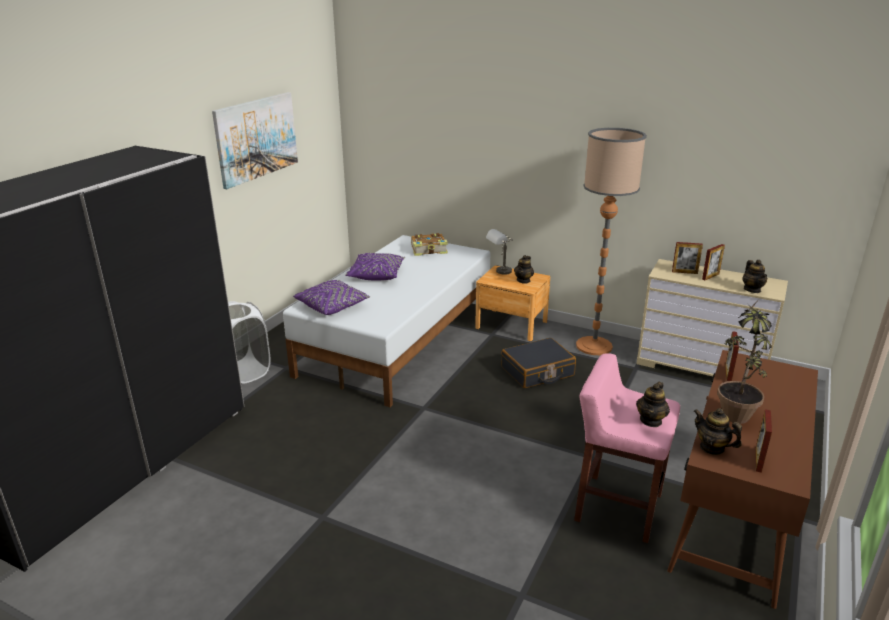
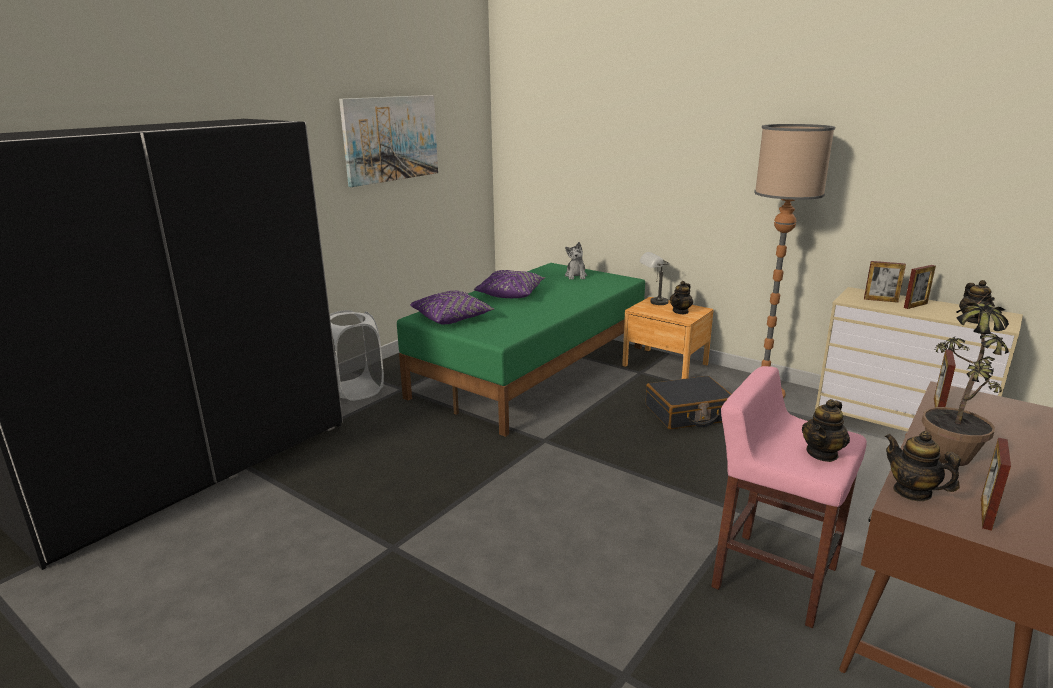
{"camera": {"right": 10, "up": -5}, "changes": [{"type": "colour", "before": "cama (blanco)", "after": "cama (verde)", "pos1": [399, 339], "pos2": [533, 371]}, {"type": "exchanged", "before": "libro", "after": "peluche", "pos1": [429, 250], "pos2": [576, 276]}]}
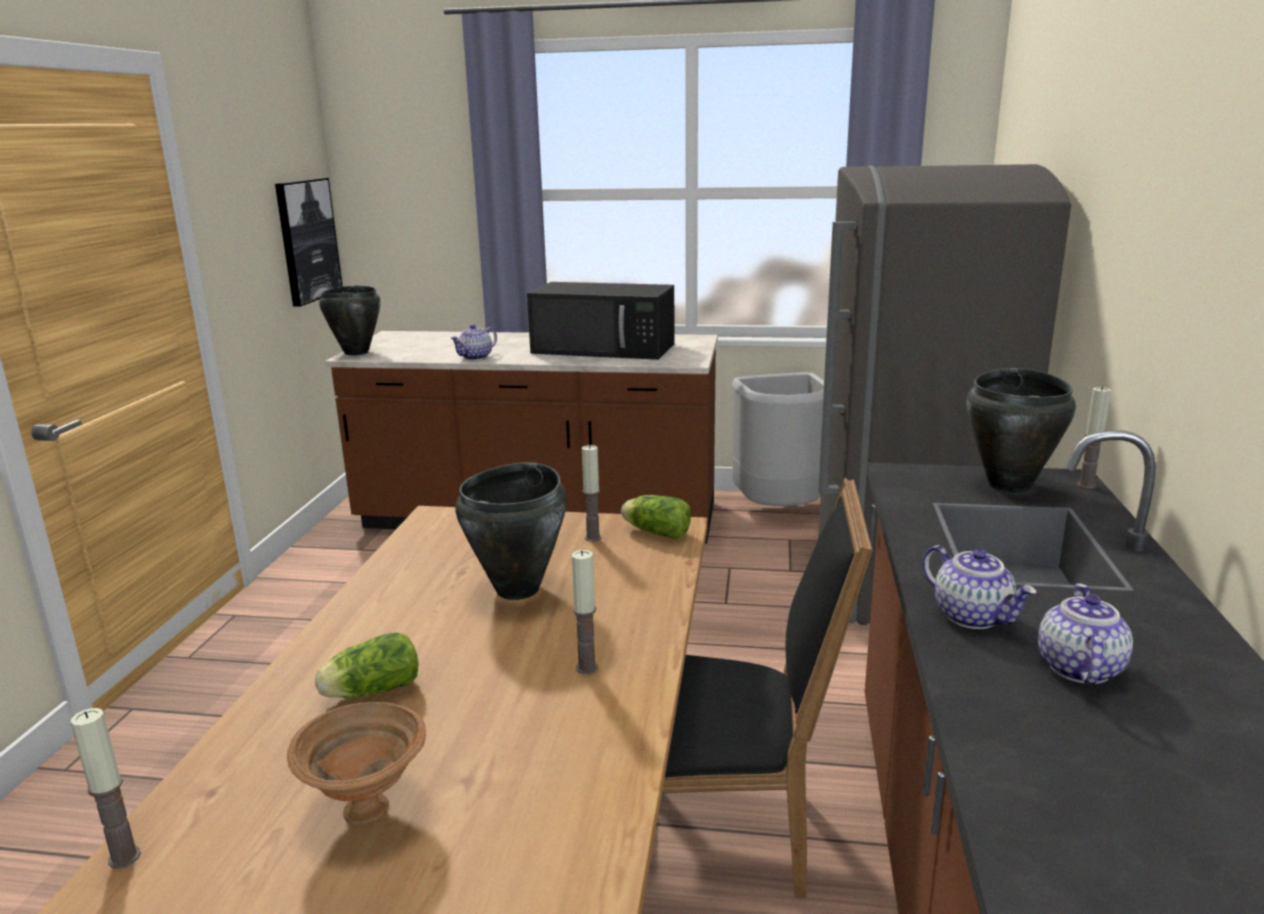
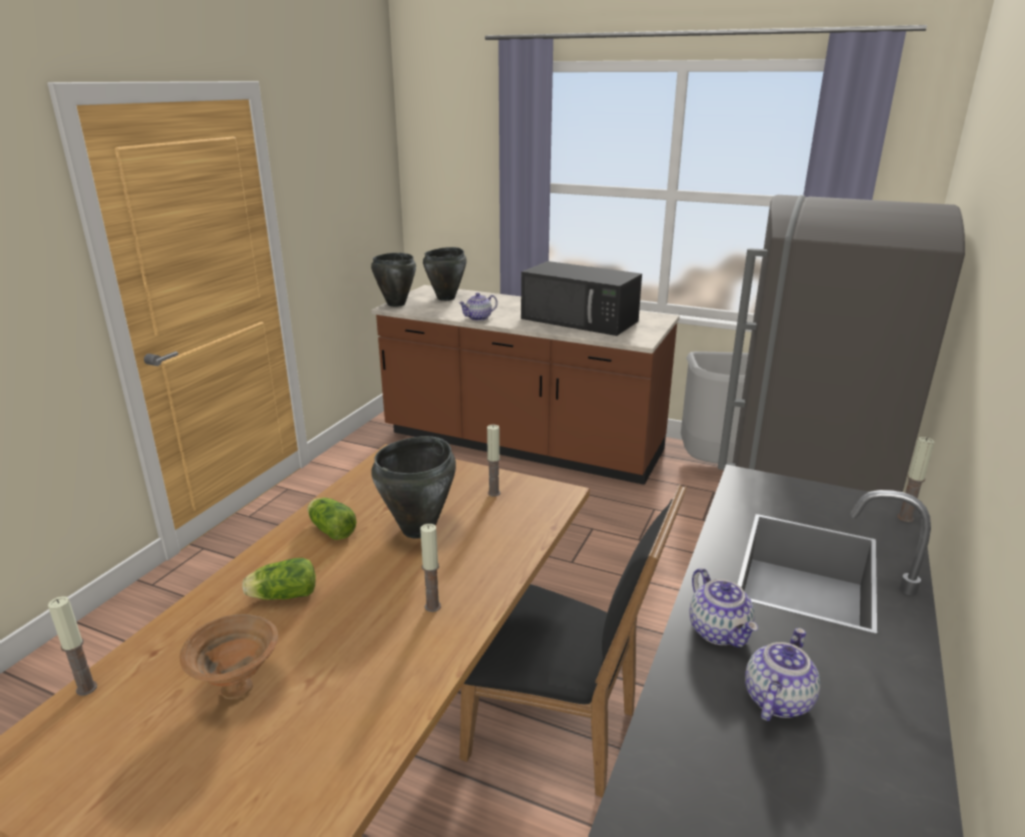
{"camera": {"right": 15, "up": 5}, "changes": [{"type": "relocated", "before": "lechuga", "pos1": [655, 532], "pos2": [330, 529]}, {"type": "relocated", "before": "olla (negro)", "pos1": [1010, 485], "pos2": [446, 298]}, {"type": "missing", "before": "cuadro", "pos1": [307, 240]}]}
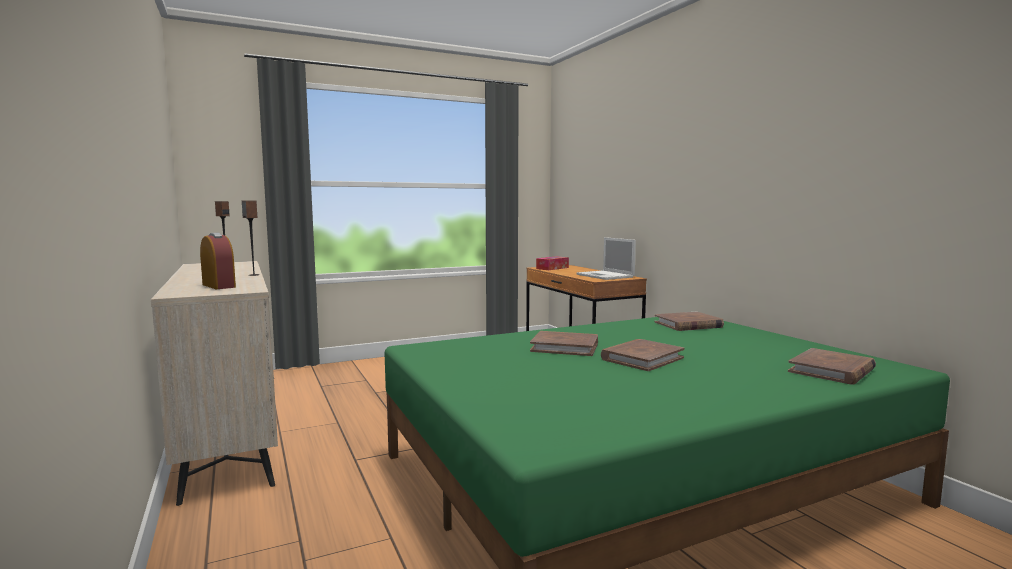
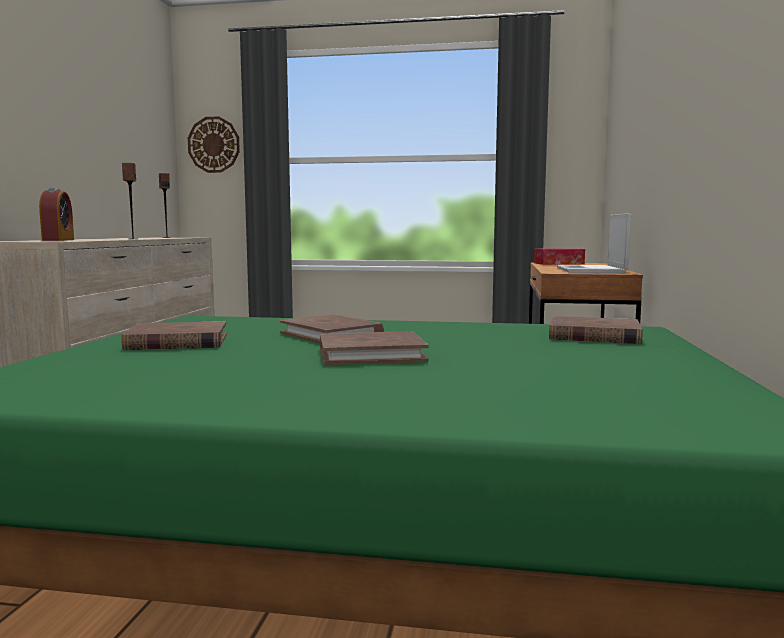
{"camera": {"right": 35, "up": 0}, "changes": [{"type": "relocated", "before": "libro (marrón)", "pos1": [831, 370], "pos2": [177, 342]}, {"type": "appeared", "after": "reloj de pared", "pos2": [214, 145]}]}
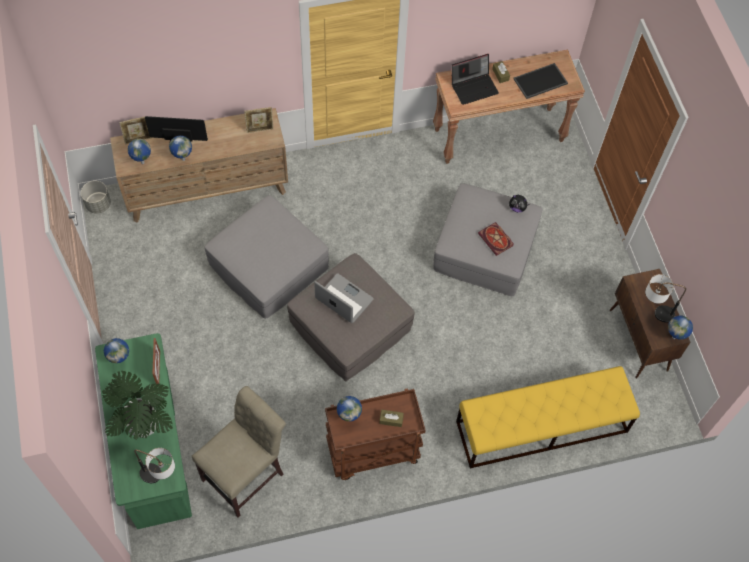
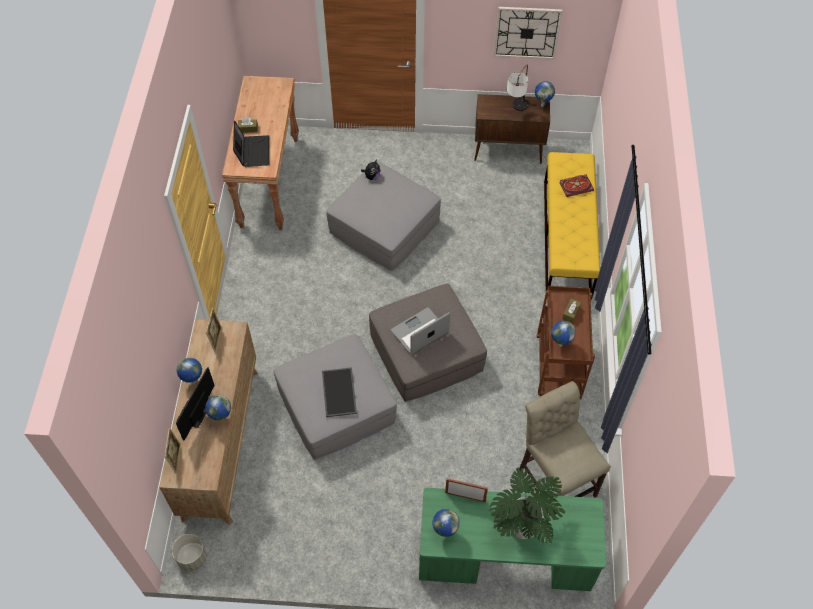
{"camera": {"right": -70, "up": -5}, "changes": [{"type": "relocated", "before": "globo terráqueo", "pos1": [142, 162], "pos2": [193, 382]}, {"type": "relocated", "before": "bandeja", "pos1": [540, 82], "pos2": [340, 392]}, {"type": "appeared", "after": "reloj de pared", "pos2": [527, 32]}, {"type": "relocated", "before": "libro", "pos1": [496, 240], "pos2": [576, 186]}, {"type": "missing", "before": "lámpara de mesa", "pos1": [160, 477]}]}
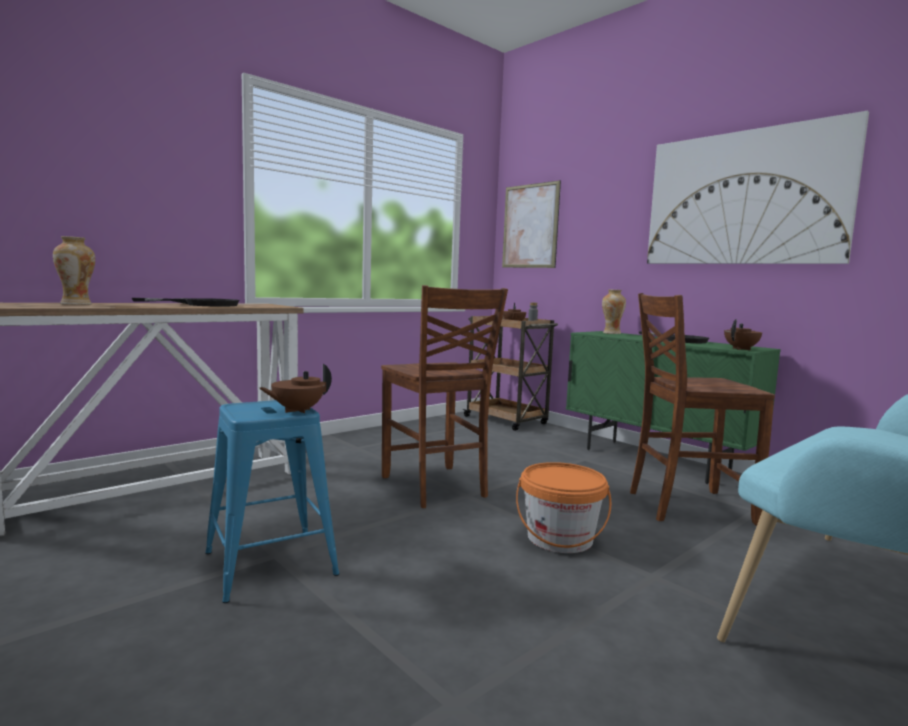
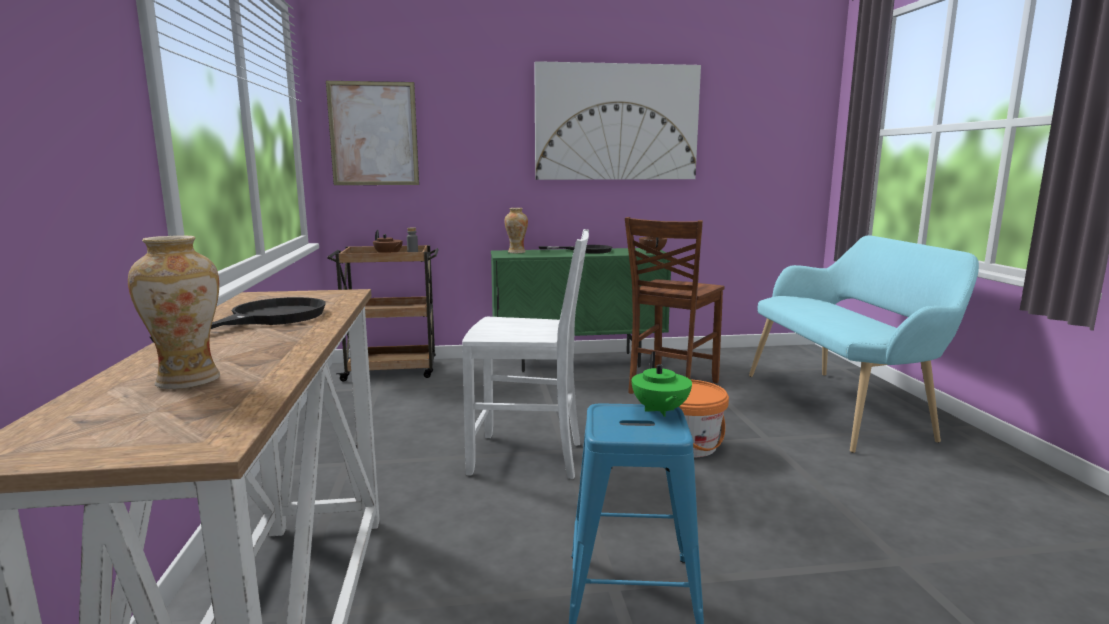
{"camera": {"right": -55, "up": 5}, "changes": [{"type": "colour", "before": "silla (marrón)", "after": "silla (blanco)", "pos1": [435, 487], "pos2": [529, 458]}, {"type": "colour", "before": "tetera (marrón)", "after": "tetera (verde)", "pos1": [297, 410], "pos2": [660, 411]}]}
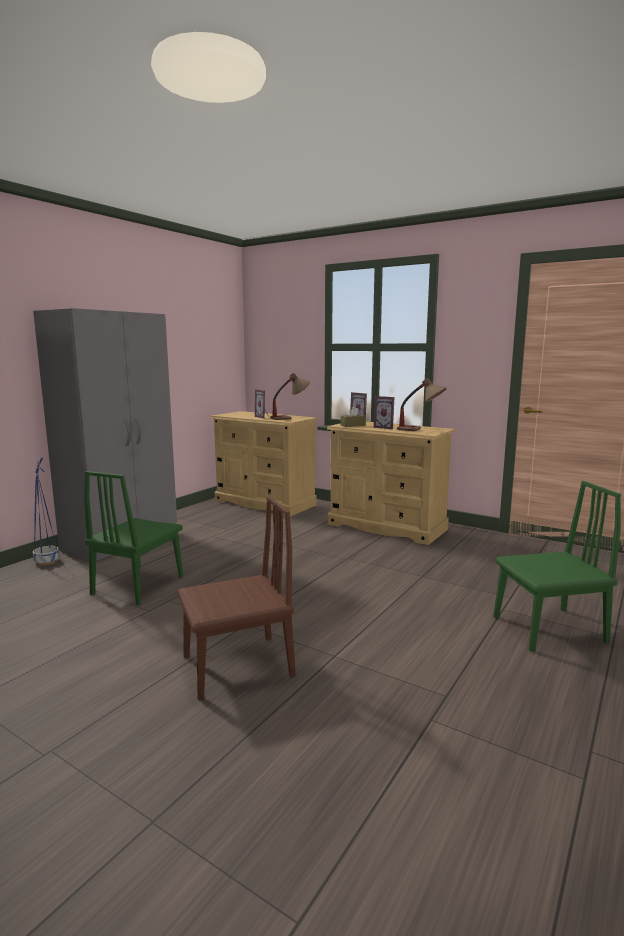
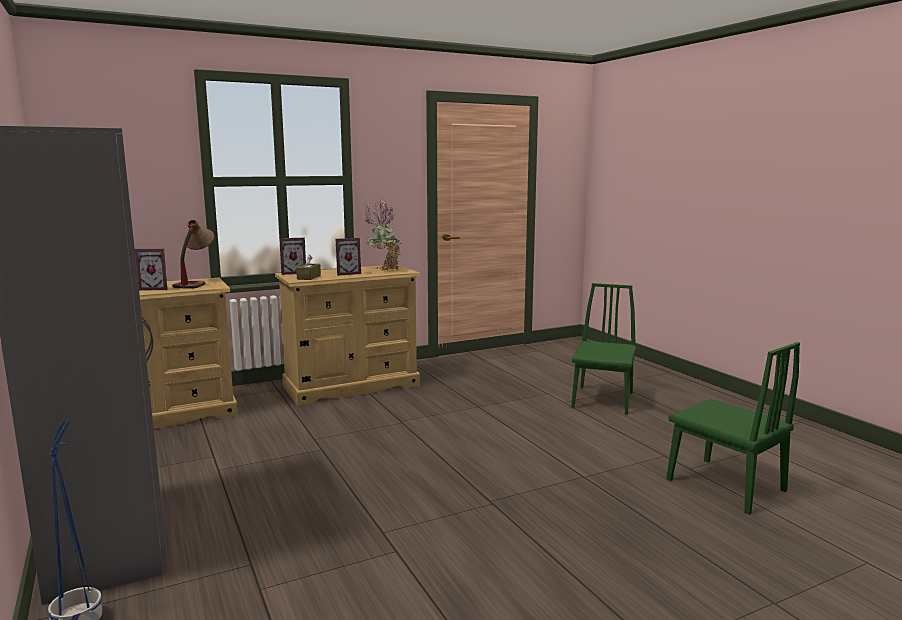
{"camera": {"right": -60, "up": 0}, "changes": [{"type": "exchanged", "before": "lámpara de mesa", "after": "planta en maceta", "pos1": [421, 430], "pos2": [384, 270]}, {"type": "relocated", "before": "silla (verde)", "pos1": [138, 585], "pos2": [725, 485]}, {"type": "missing", "before": "silla (marrón)", "pos1": [237, 666]}]}
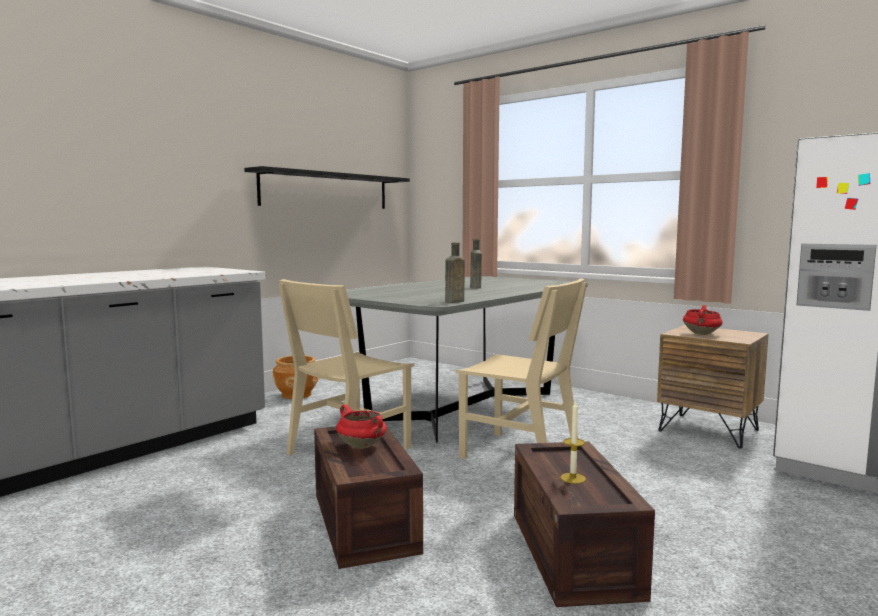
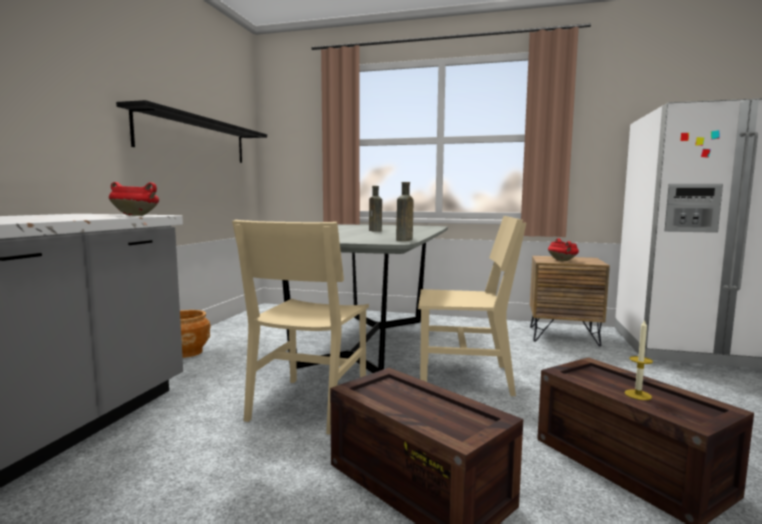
{"camera": {"right": -25, "up": 0}, "changes": [{"type": "relocated", "before": "olla (rojo)", "pos1": [362, 446], "pos2": [136, 215]}]}
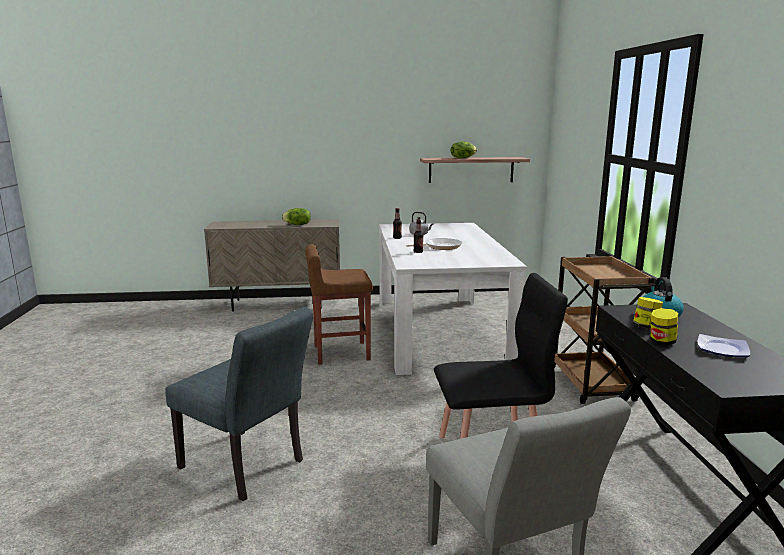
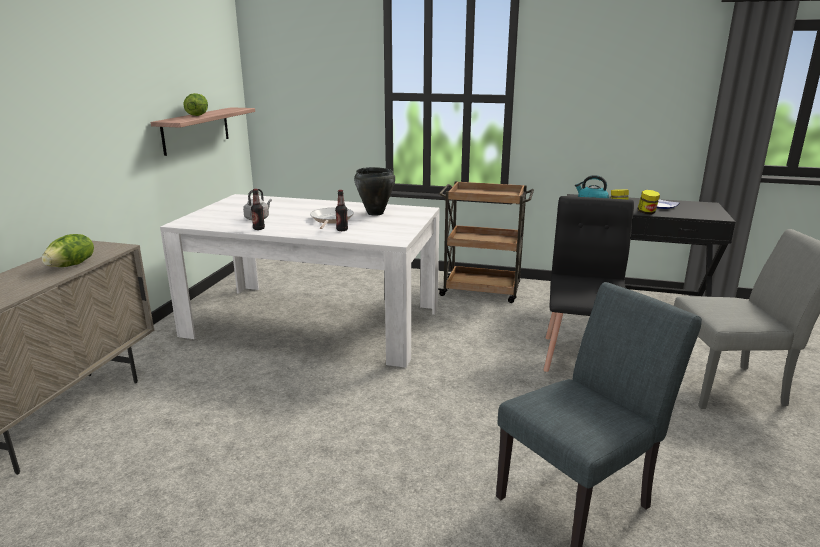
{"camera": {"right": -70, "up": 5}, "changes": [{"type": "appeared", "after": "olla (negro)", "pos2": [375, 213]}, {"type": "missing", "before": "taburete (marrón)", "pos1": [340, 353]}]}
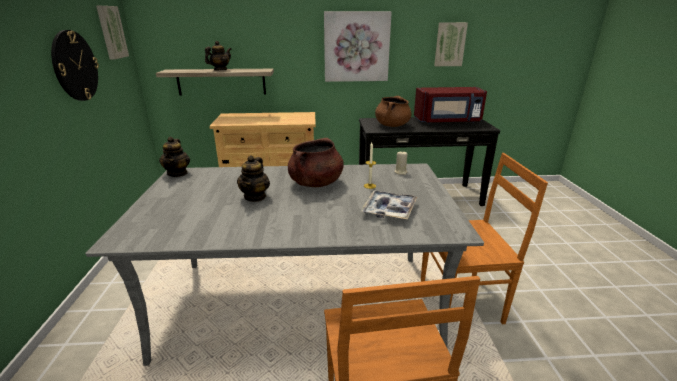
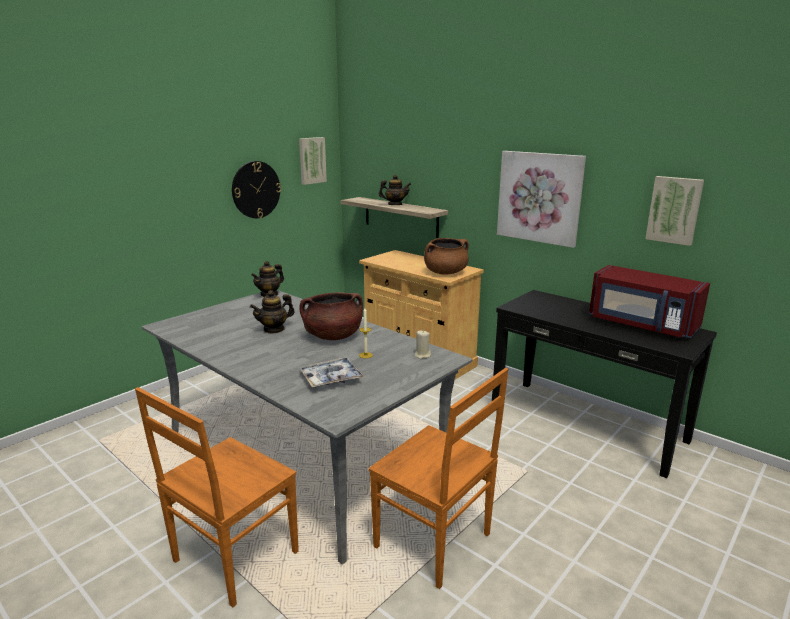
{"camera": {"right": 45, "up": -5}, "changes": [{"type": "relocated", "before": "olla (marrón)", "pos1": [392, 125], "pos2": [445, 272]}]}
